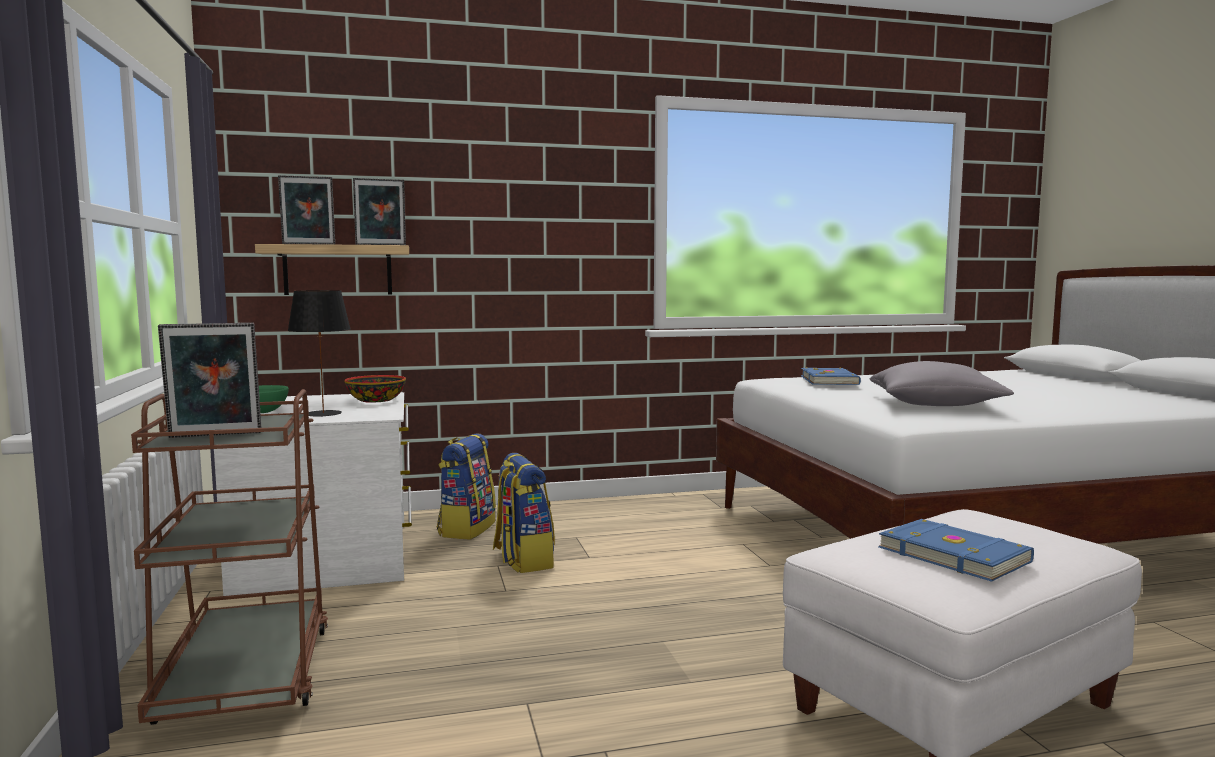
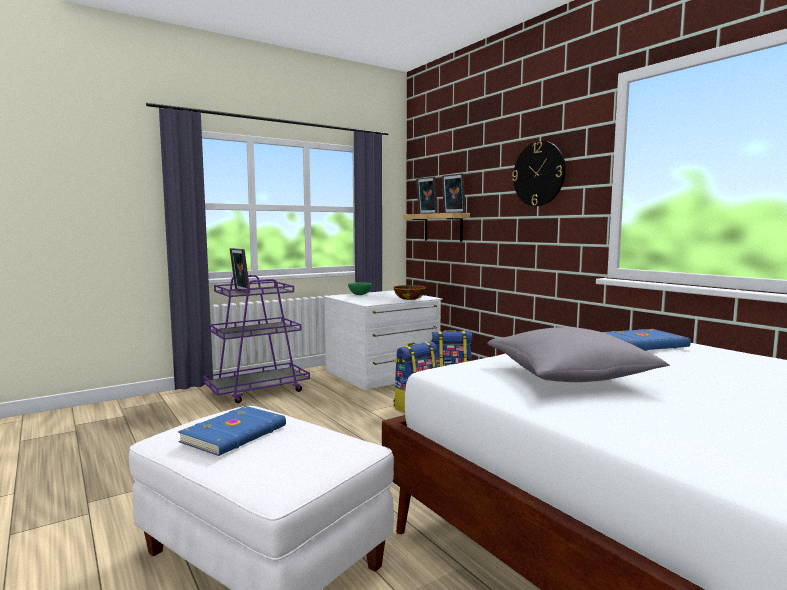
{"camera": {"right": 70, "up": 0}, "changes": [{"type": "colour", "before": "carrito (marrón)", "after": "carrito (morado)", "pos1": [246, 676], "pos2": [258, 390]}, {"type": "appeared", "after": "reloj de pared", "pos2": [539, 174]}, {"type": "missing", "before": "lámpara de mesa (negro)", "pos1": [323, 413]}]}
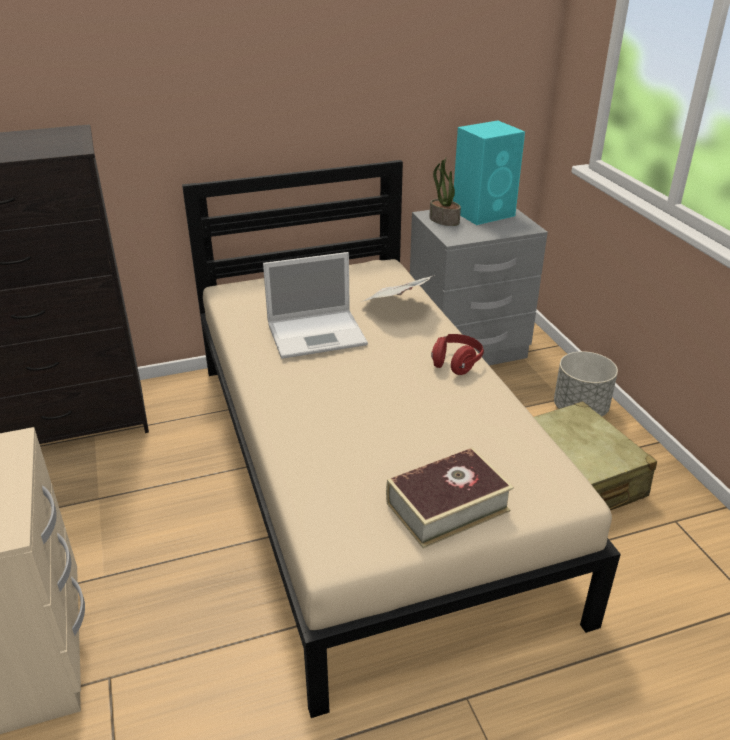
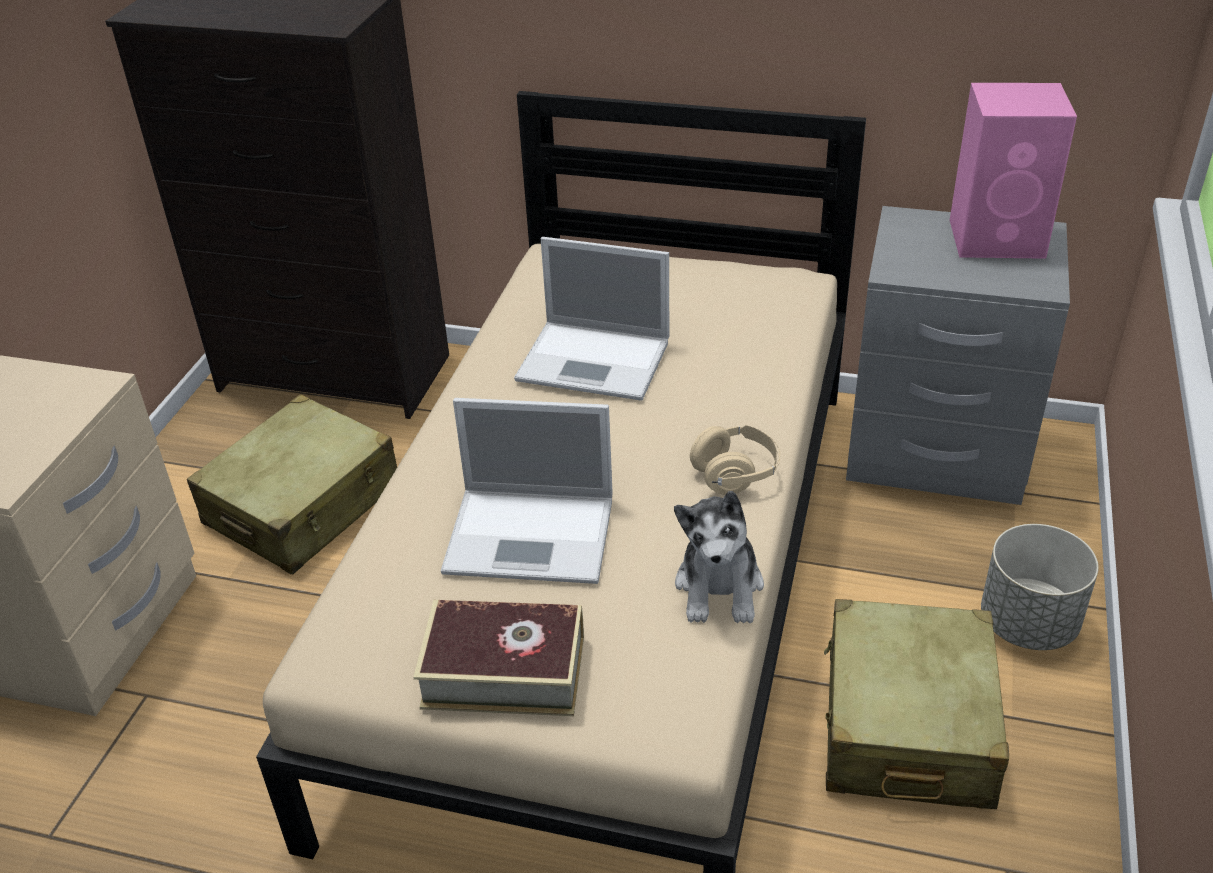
{"camera": {"right": 35, "up": 5}, "changes": [{"type": "appeared", "after": "maleta (beis)", "pos2": [304, 505]}, {"type": "appeared", "after": "portátil", "pos2": [533, 535]}, {"type": "appeared", "after": "peluche", "pos2": [719, 587]}, {"type": "colour", "before": "auriculares (rojo)", "after": "auriculares (beis)", "pos1": [456, 364], "pos2": [735, 474]}, {"type": "colour", "before": "altavoz (turquesa)", "after": "altavoz (rosa)", "pos1": [484, 213], "pos2": [999, 238]}, {"type": "missing", "before": "periódico", "pos1": [396, 306]}, {"type": "missing", "before": "planta en maceta", "pos1": [443, 220]}]}
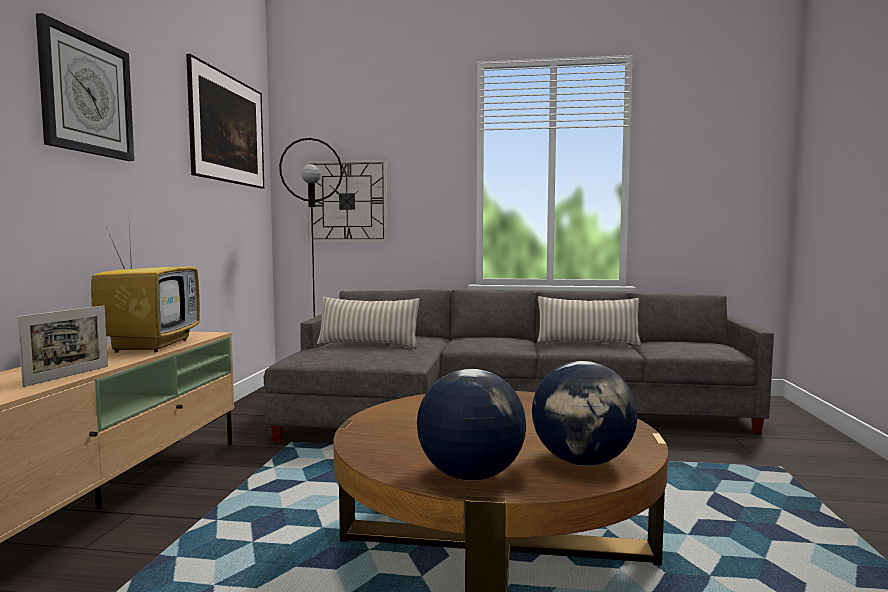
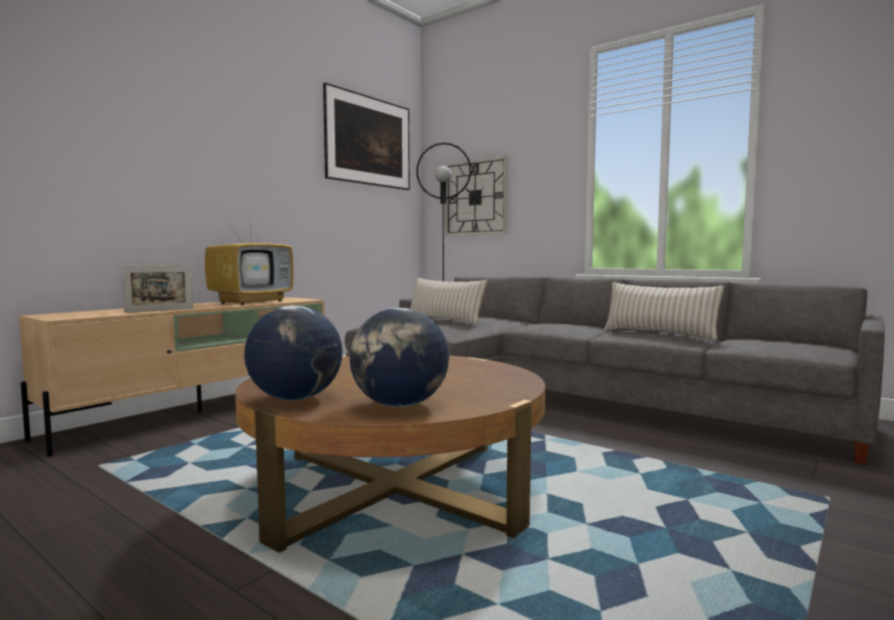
{"camera": {"right": 30, "up": 0}, "changes": [{"type": "missing", "before": "reloj de pared", "pos1": [86, 95]}]}
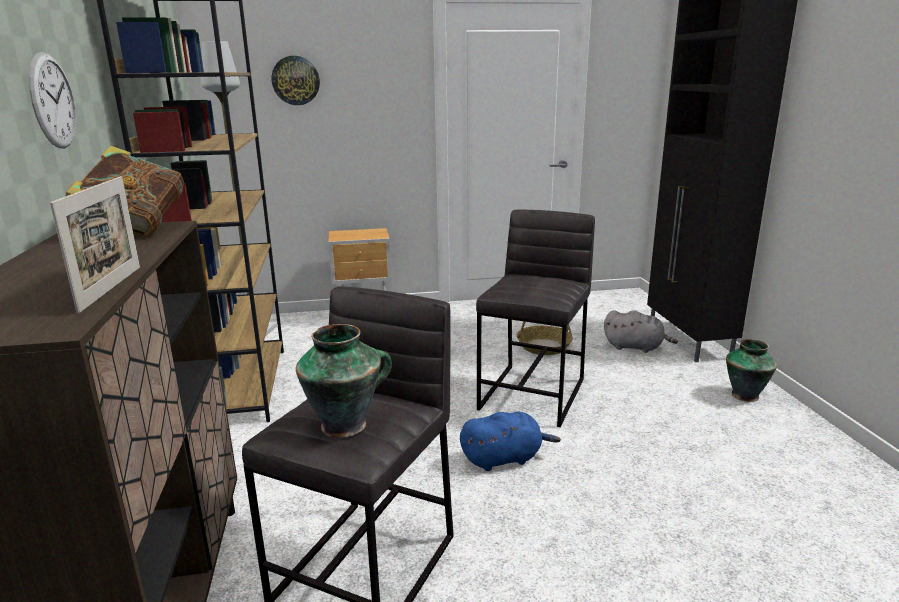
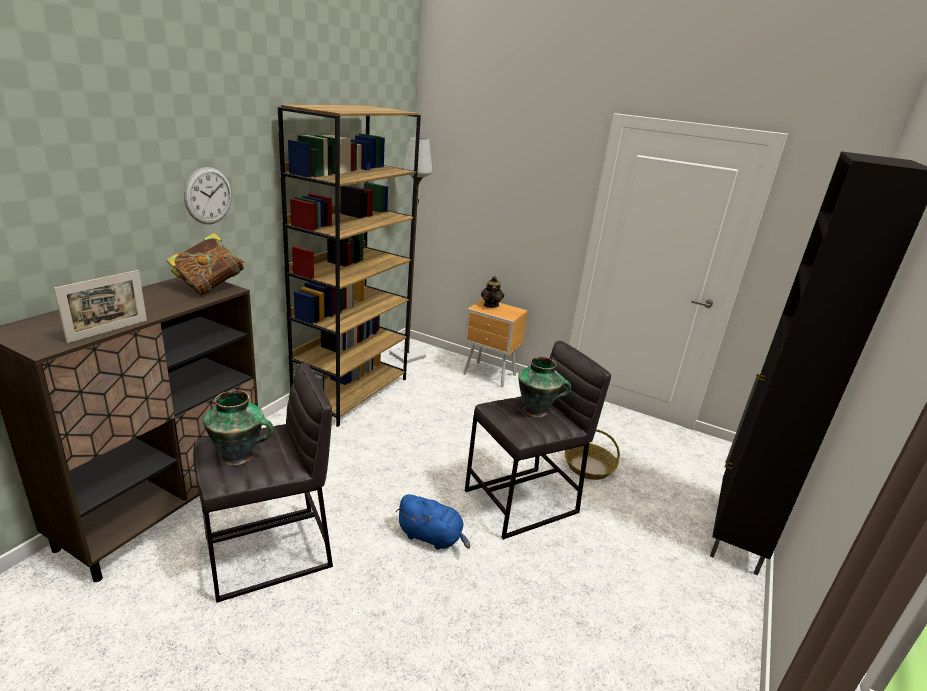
{"camera": {"right": 35, "up": 5}, "changes": [{"type": "appeared", "after": "tetera", "pos2": [491, 305]}, {"type": "relocated", "before": "florero", "pos1": [746, 395], "pos2": [536, 411]}, {"type": "missing", "before": "reloj de pared", "pos1": [296, 80]}, {"type": "missing", "before": "peluche (gris)", "pos1": [635, 347]}]}
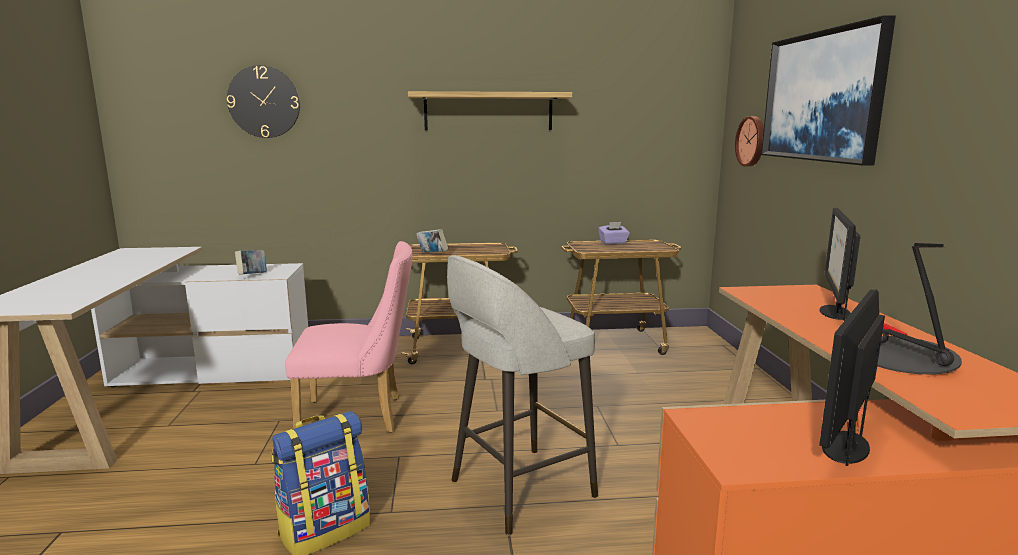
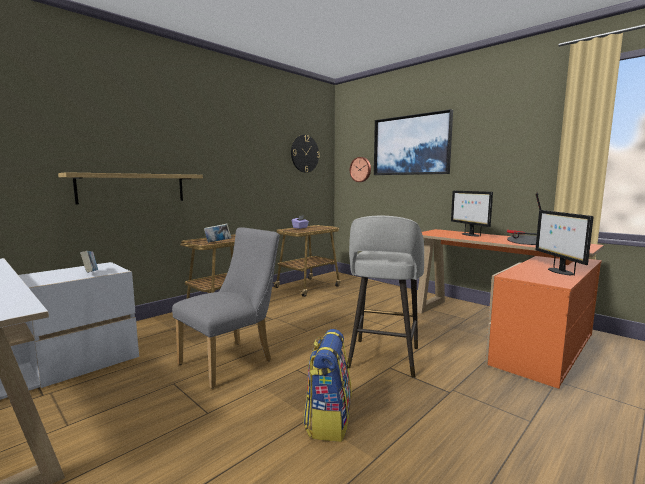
{"camera": {"right": -40, "up": -5}, "changes": [{"type": "relocated", "before": "estante", "pos1": [488, 111], "pos2": [133, 188]}, {"type": "colour", "before": "silla (rosa)", "after": "silla (gris)", "pos1": [360, 417], "pos2": [232, 360]}, {"type": "relocated", "before": "reloj de pared", "pos1": [264, 102], "pos2": [304, 153]}]}
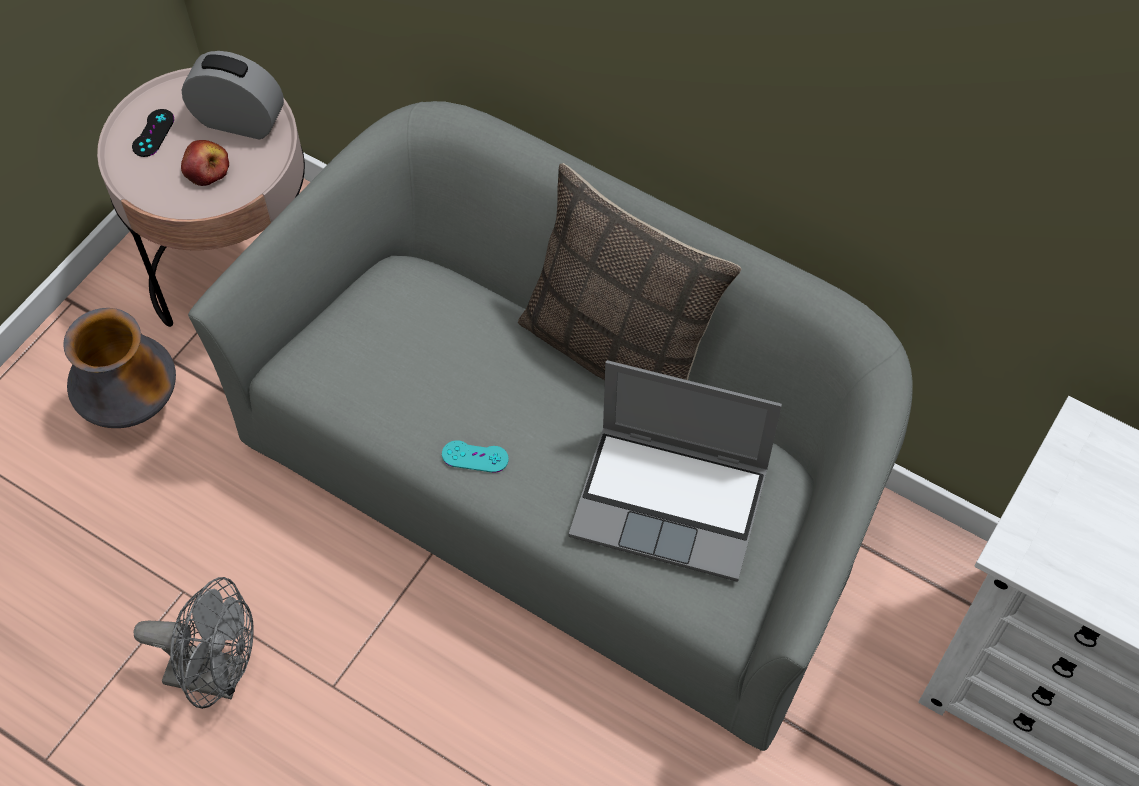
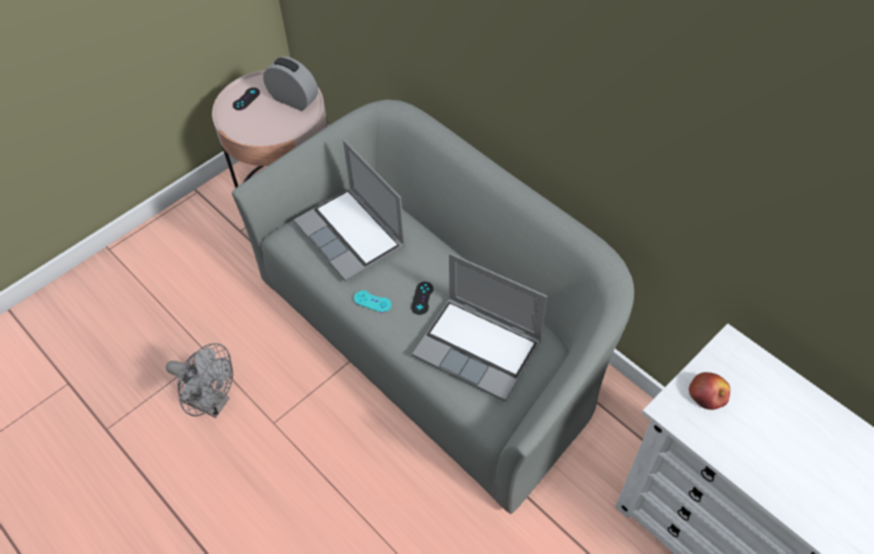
{"camera": {"right": 15, "up": -5}, "changes": [{"type": "appeared", "after": "portátil", "pos2": [352, 235]}, {"type": "appeared", "after": "mando de consola (negro)", "pos2": [422, 298]}, {"type": "relocated", "before": "manzana", "pos1": [207, 169], "pos2": [708, 394]}, {"type": "missing", "before": "florero", "pos1": [133, 405]}, {"type": "missing", "before": "cojín", "pos1": [618, 351]}]}
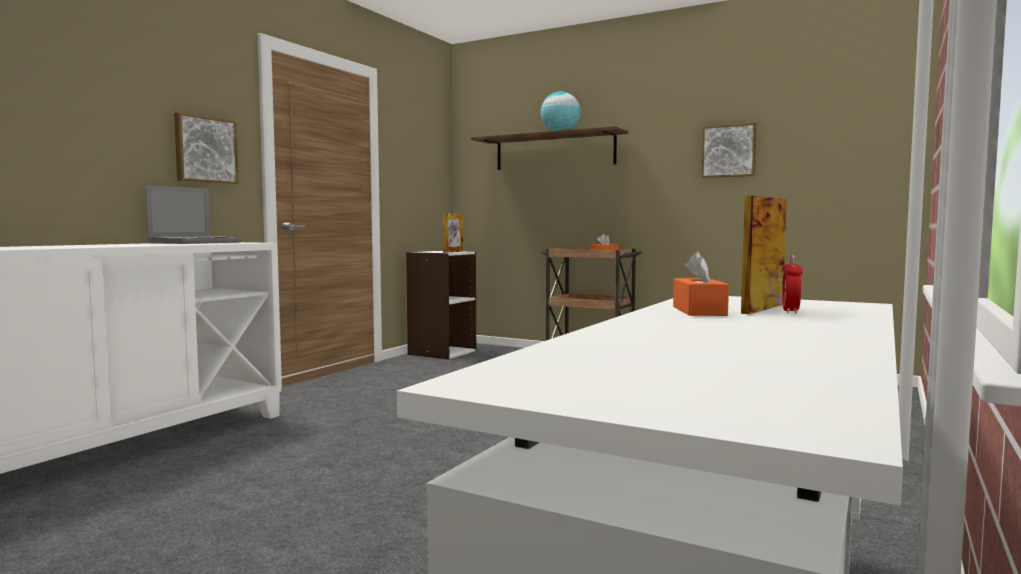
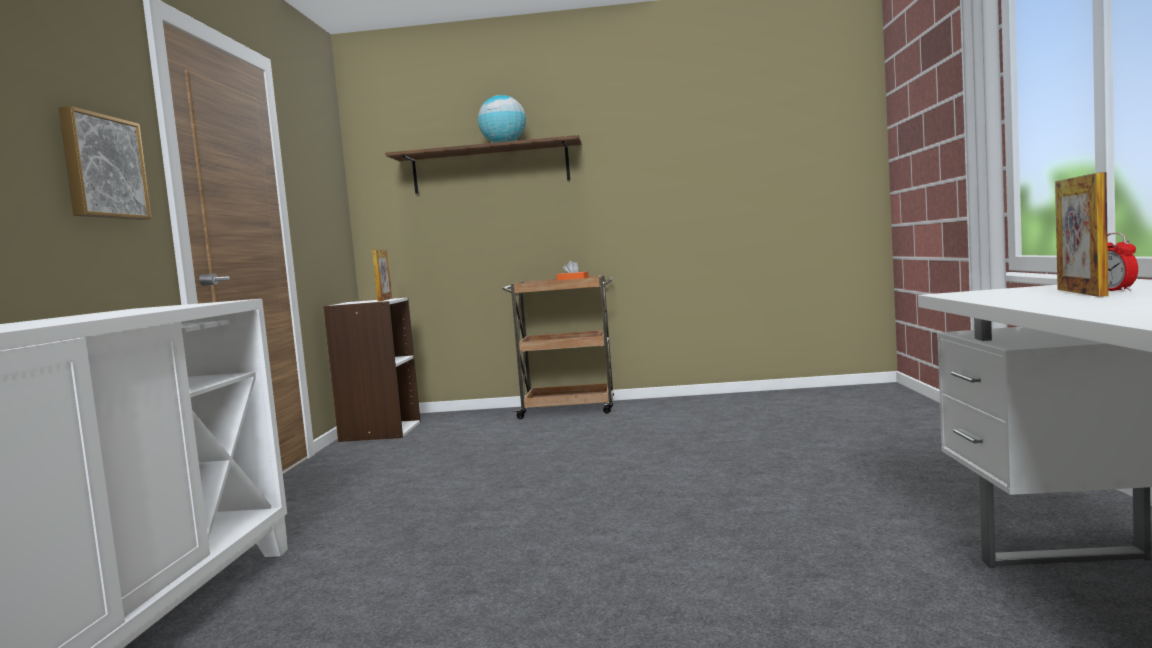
{"camera": {"right": -25, "up": 0}, "changes": [{"type": "missing", "before": "portátil", "pos1": [196, 242]}, {"type": "missing", "before": "caja de pañuelos (naranja)", "pos1": [699, 311]}, {"type": "missing", "before": "cuadro", "pos1": [729, 151]}]}
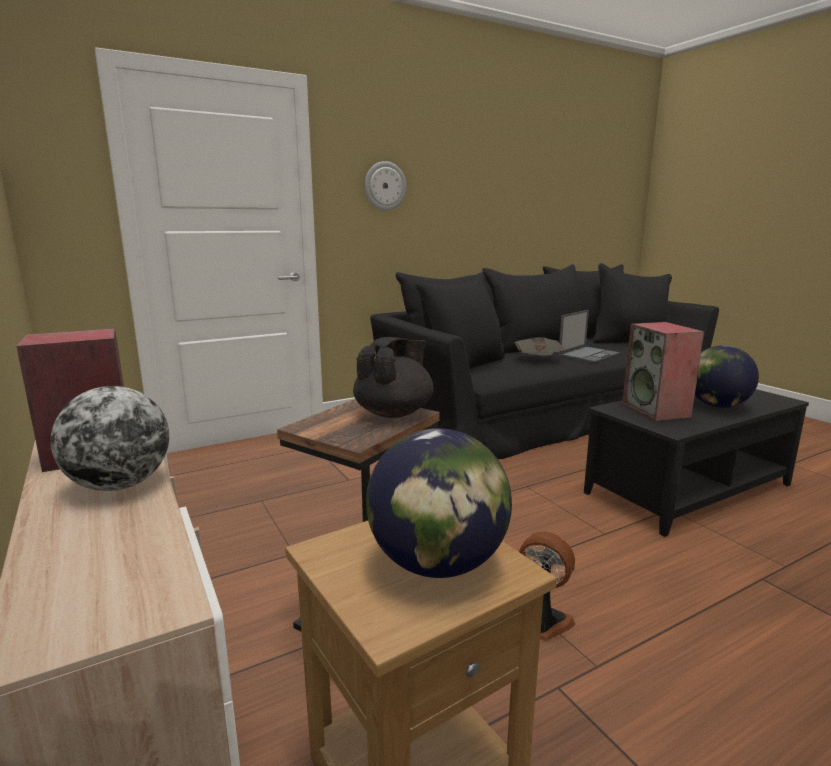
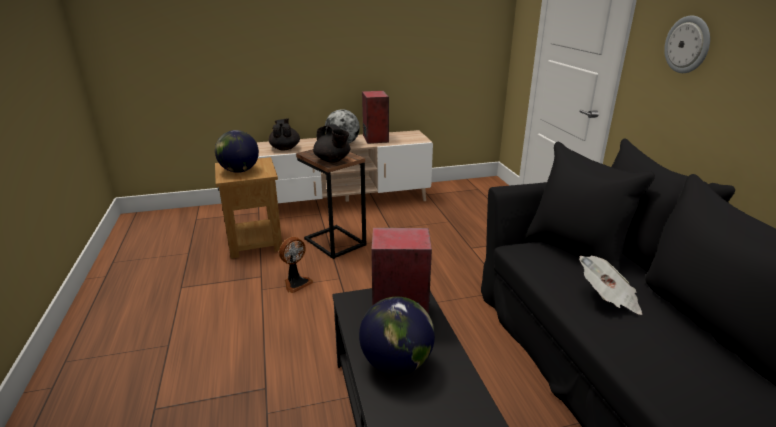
{"camera": {"right": 105, "up": 10}, "changes": [{"type": "appeared", "after": "tetera (negro)", "pos2": [285, 148]}, {"type": "missing", "before": "portátil", "pos1": [589, 355]}]}
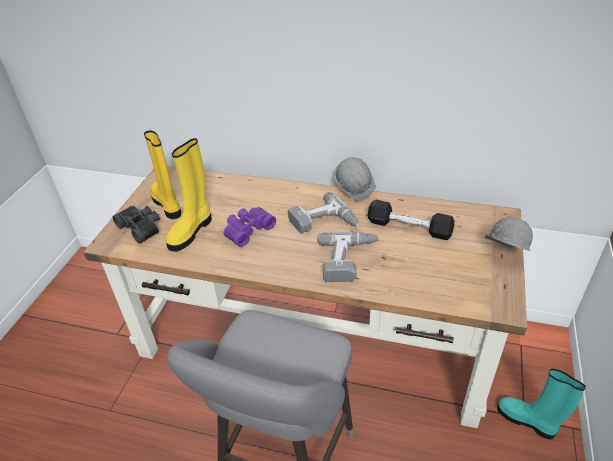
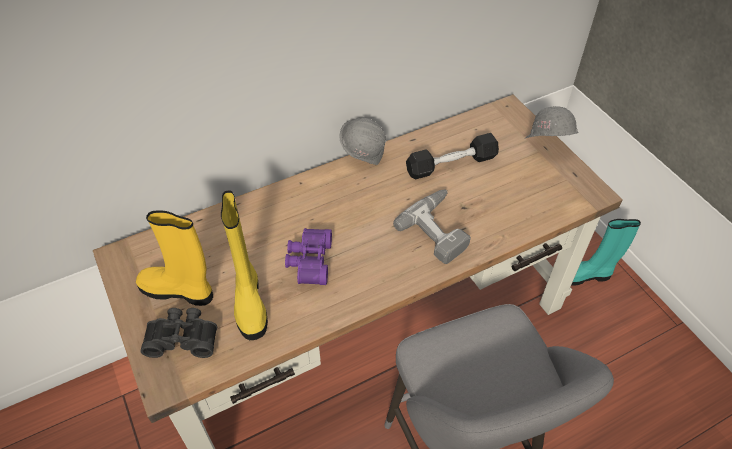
{"camera": {"right": -45, "up": 10}, "changes": [{"type": "missing", "before": "taladro", "pos1": [324, 223]}]}
